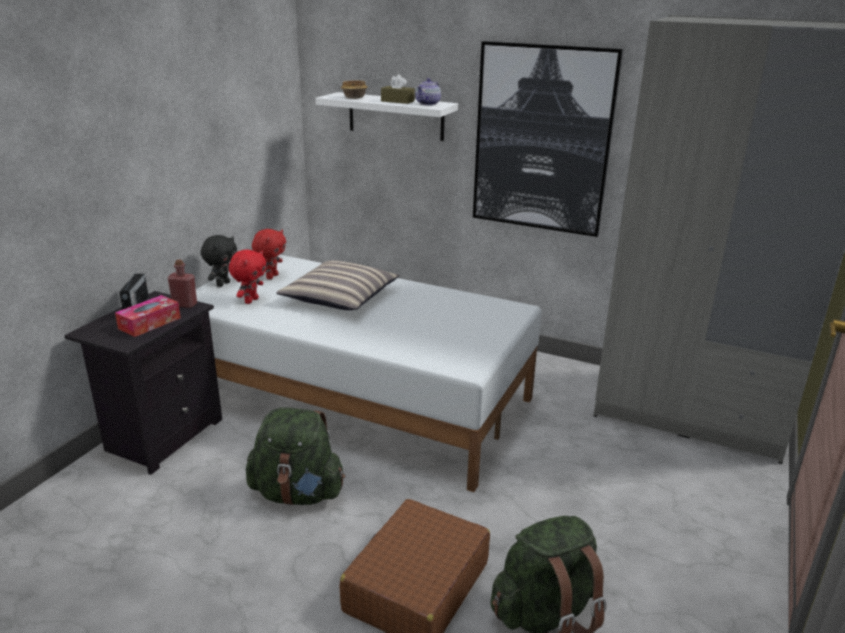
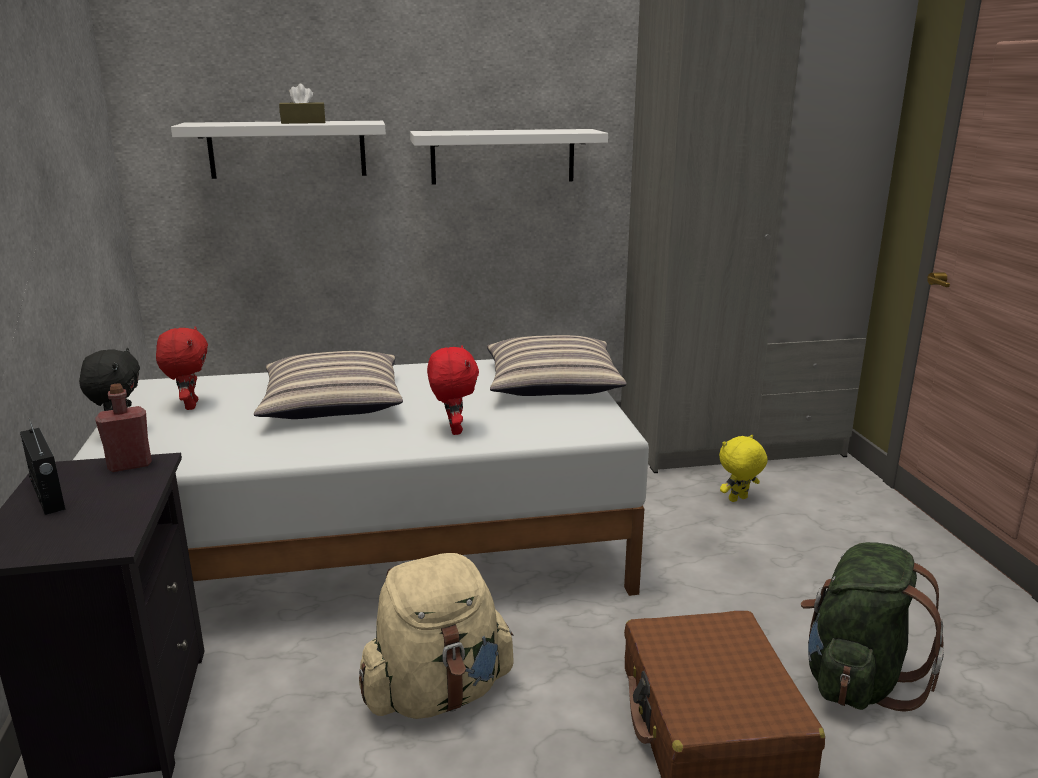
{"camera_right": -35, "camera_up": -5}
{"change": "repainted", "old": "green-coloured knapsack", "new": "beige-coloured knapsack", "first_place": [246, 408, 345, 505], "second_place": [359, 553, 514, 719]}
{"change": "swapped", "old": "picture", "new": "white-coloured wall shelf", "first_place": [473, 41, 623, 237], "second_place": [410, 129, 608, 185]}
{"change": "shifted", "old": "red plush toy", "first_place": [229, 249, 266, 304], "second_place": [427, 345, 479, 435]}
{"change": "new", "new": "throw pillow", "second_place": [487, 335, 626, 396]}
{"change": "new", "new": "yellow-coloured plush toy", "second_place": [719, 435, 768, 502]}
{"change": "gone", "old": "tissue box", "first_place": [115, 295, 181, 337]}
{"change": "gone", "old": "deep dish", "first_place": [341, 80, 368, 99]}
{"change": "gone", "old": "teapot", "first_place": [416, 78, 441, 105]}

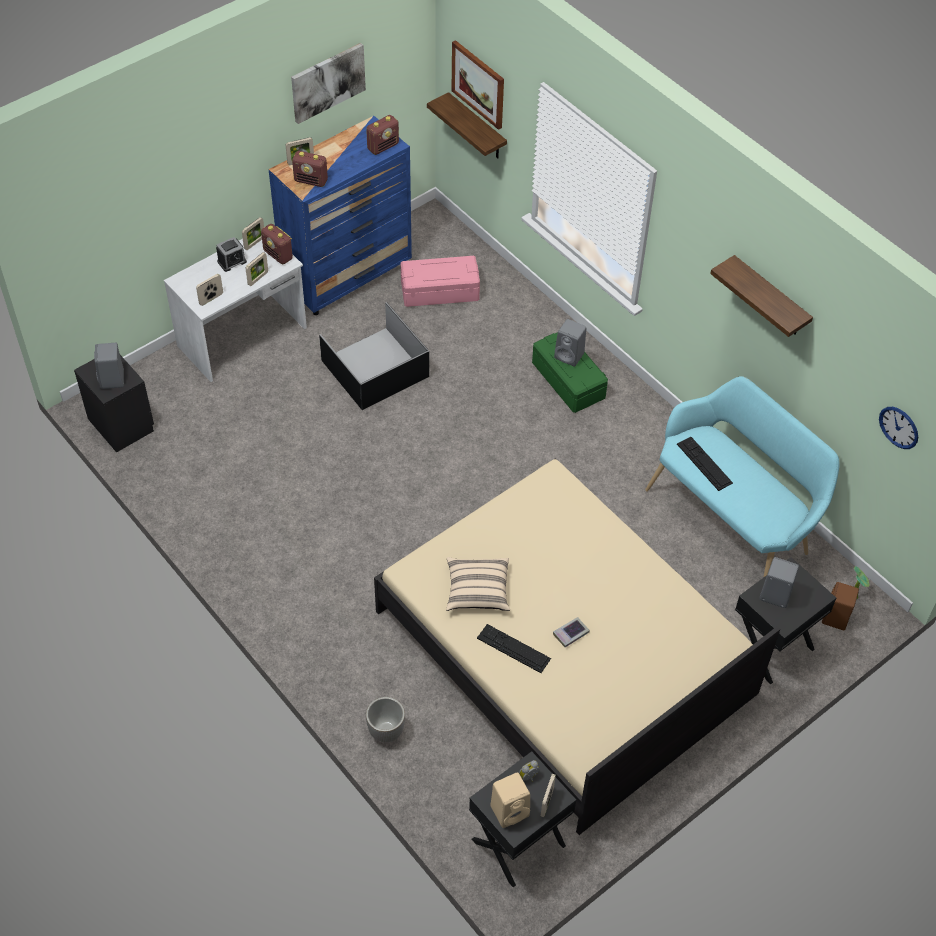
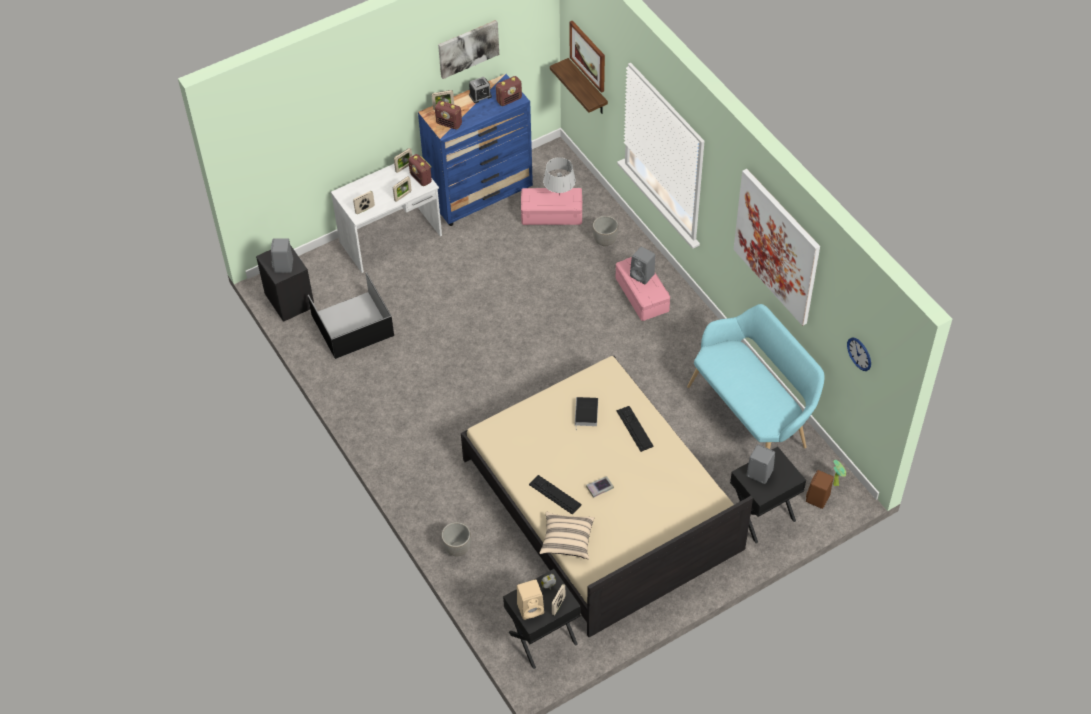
{"camera_right": 10, "camera_up": 0}
{"change": "shifted", "old": "black-coloured storage box", "first_place": [319, 302, 429, 410], "second_place": [308, 272, 394, 359]}
{"change": "shifted", "old": "table clock", "first_place": [216, 237, 247, 272], "second_place": [469, 77, 492, 103]}
{"change": "shifted", "old": "beige-coloured throw pillow", "first_place": [446, 557, 510, 611], "second_place": [539, 512, 594, 559]}
{"change": "new", "new": "gray lamp for a table", "second_place": [543, 157, 576, 196]}
{"change": "new", "new": "bound book", "second_place": [575, 397, 598, 426]}
{"change": "new", "new": "plant pot", "second_place": [593, 216, 619, 246]}
{"change": "repainted", "old": "green-coloured storage box", "new": "pink storage box", "first_place": [532, 332, 608, 413], "second_place": [616, 257, 670, 321]}
{"change": "shifted", "old": "PC keyboard", "first_place": [677, 437, 733, 491], "second_place": [616, 406, 654, 452]}
{"change": "swapped", "old": "wall shelf", "new": "picture", "first_place": [710, 255, 813, 337], "second_place": [733, 169, 820, 326]}

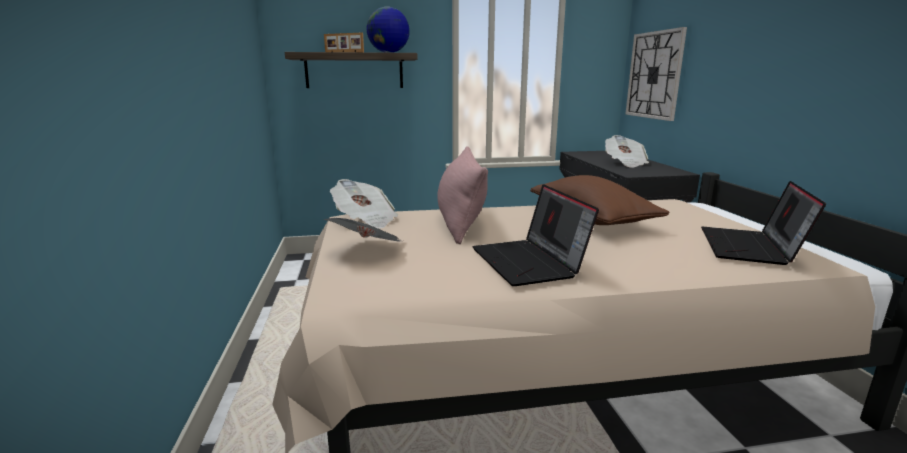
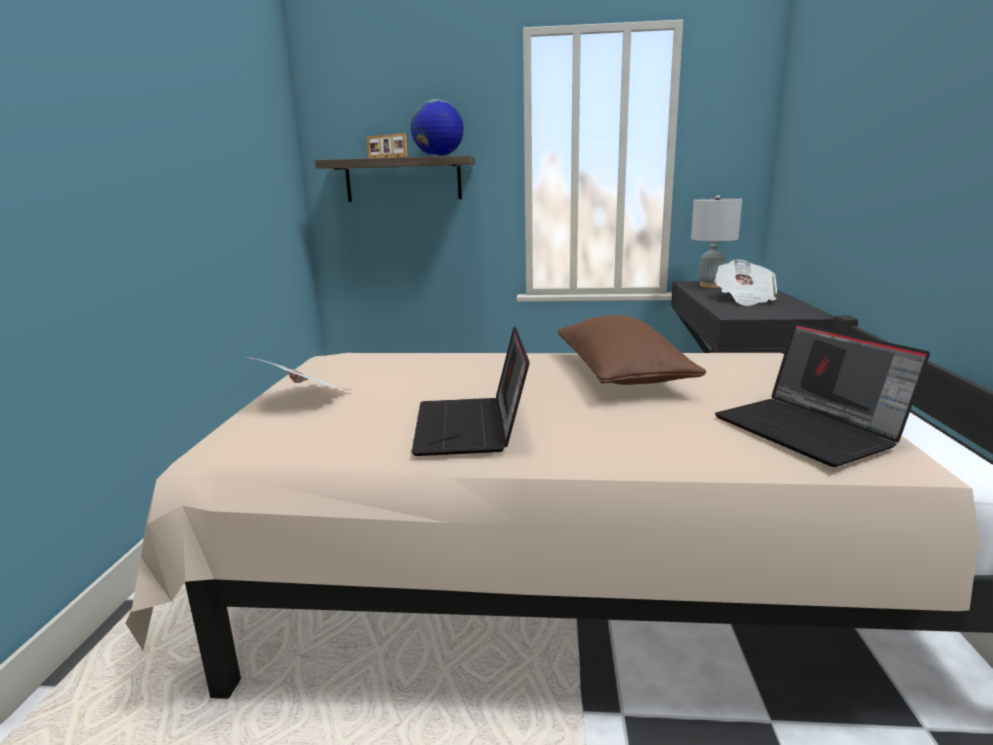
{"camera_right": 15, "camera_up": 0}
{"change": "new", "new": "gray lamp for a table", "second_place": [691, 195, 742, 288]}
{"change": "rotated", "old": "notebook computer", "first_place": [701, 181, 826, 265], "second_place": [715, 323, 930, 467], "degrees": -60}
{"change": "gone", "old": "newspaper", "first_place": [330, 179, 398, 229]}
{"change": "gone", "old": "pink throw pillow", "first_place": [437, 146, 488, 244]}
{"change": "gone", "old": "wall clock", "first_place": [625, 27, 687, 121]}

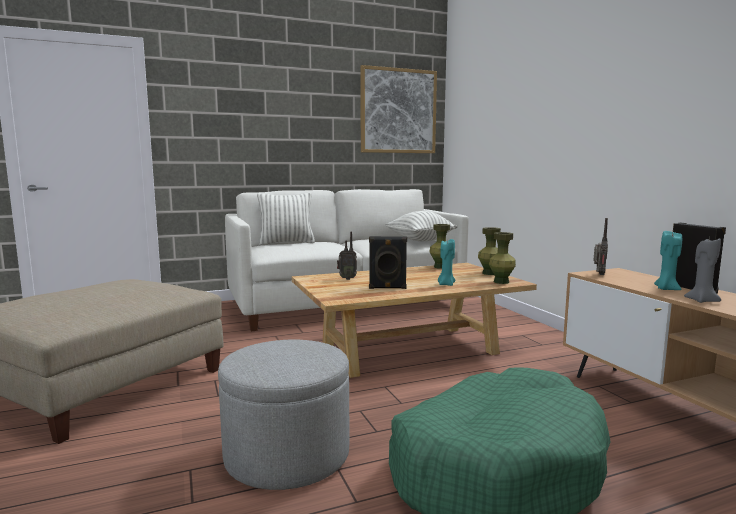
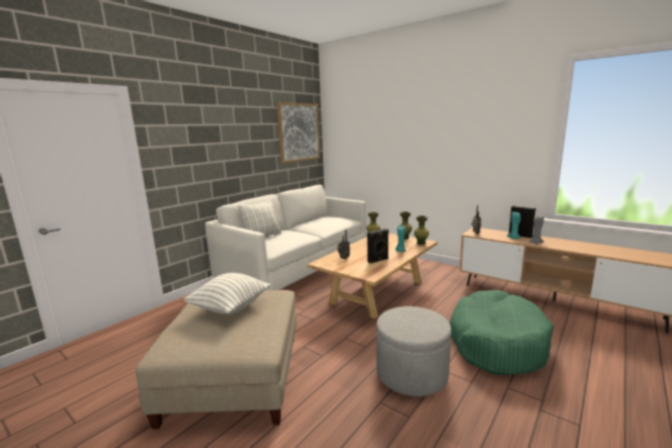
{"camera_right": -30, "camera_up": 5}
{"change": "shifted", "old": "throw pillow", "first_place": [385, 211, 457, 241], "second_place": [183, 273, 271, 314]}

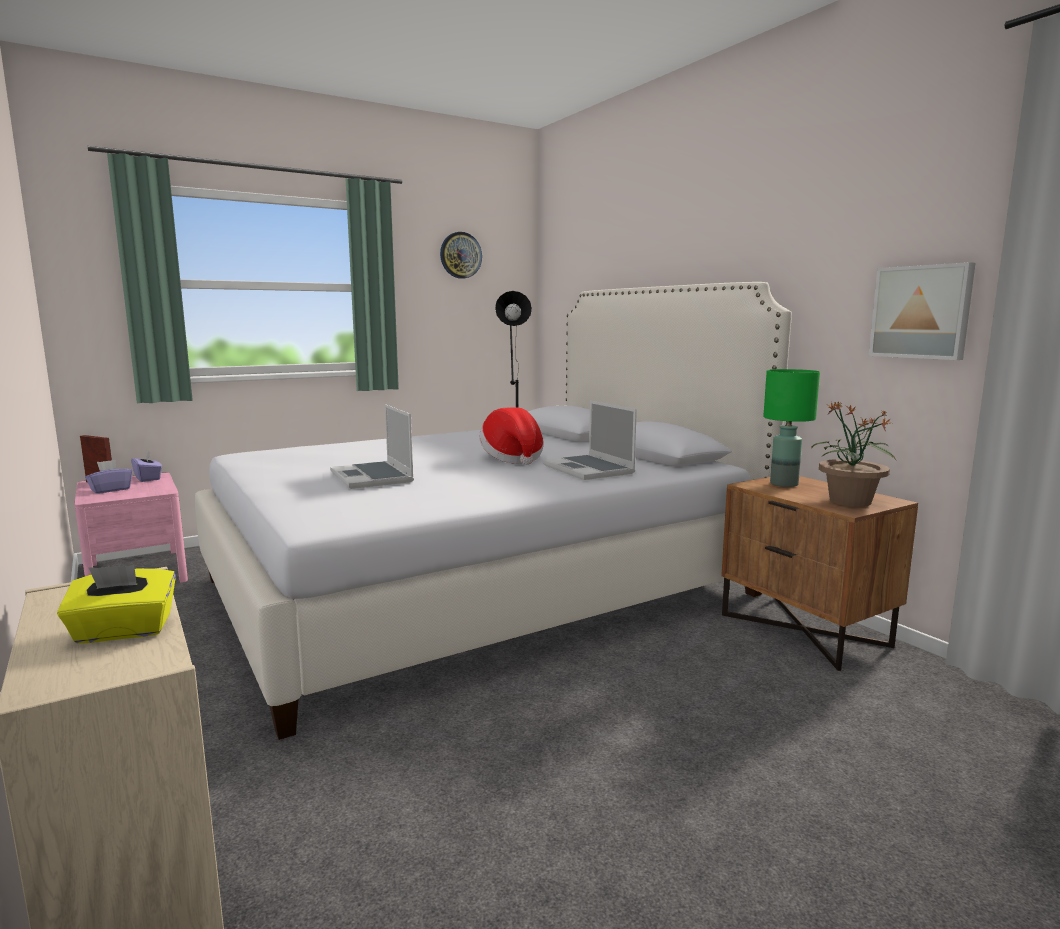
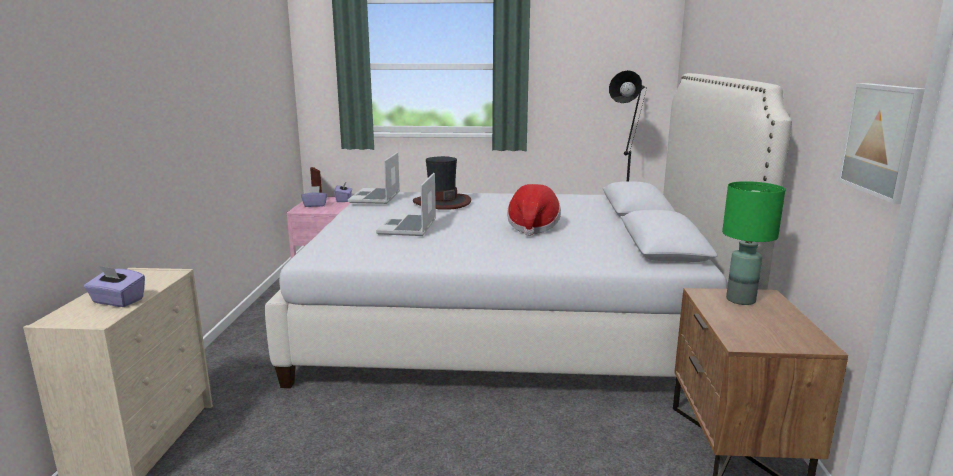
{"camera_right": 35, "camera_up": 5}
{"change": "repainted", "old": "yellow-coloured tissue box", "new": "purplish tissue box", "first_place": [57, 565, 176, 644], "second_place": [84, 266, 145, 307]}
{"change": "shifted", "old": "notebook computer", "first_place": [542, 401, 637, 480], "second_place": [348, 152, 400, 204]}
{"change": "new", "new": "clothing hat", "second_place": [413, 156, 471, 210]}
{"change": "gone", "old": "wall clock", "first_place": [440, 232, 482, 279]}
{"change": "gone", "old": "houseplant", "first_place": [811, 401, 897, 507]}

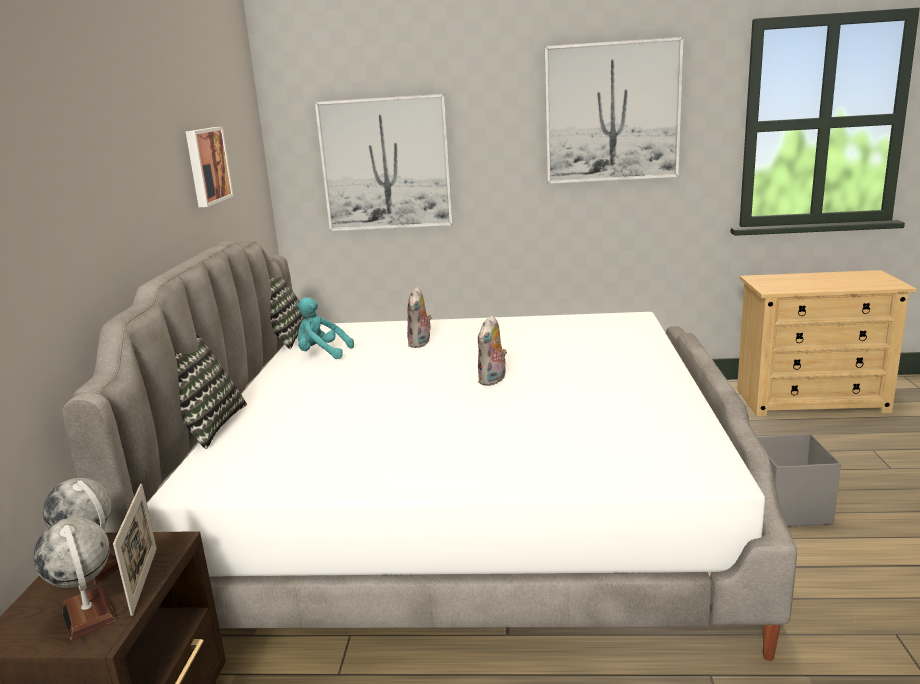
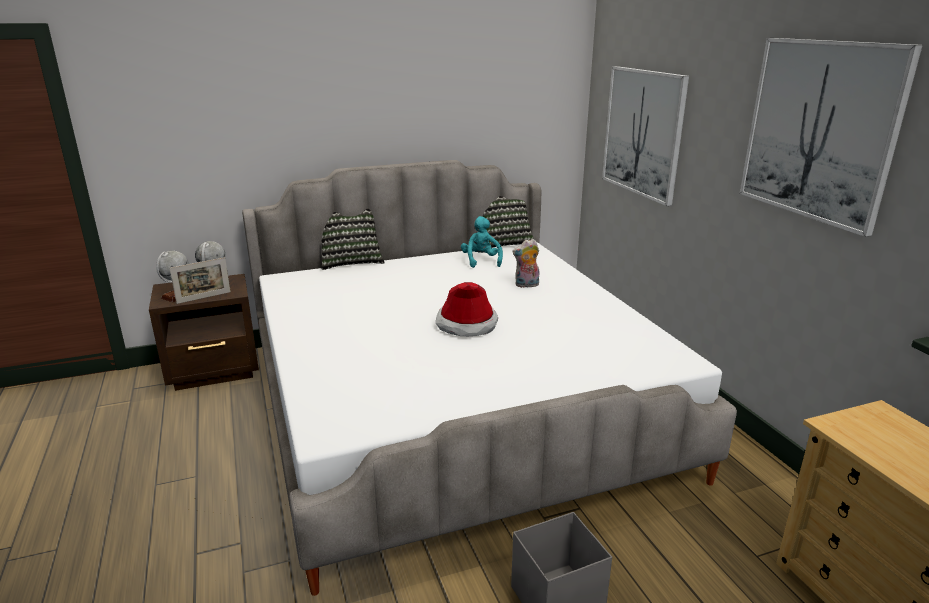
{"camera_right": 65, "camera_up": 5}
{"change": "swapped", "old": "plush toy", "new": "clothing hat", "first_place": [478, 315, 507, 386], "second_place": [436, 282, 498, 336]}
{"change": "gone", "old": "picture", "first_place": [186, 127, 234, 207]}

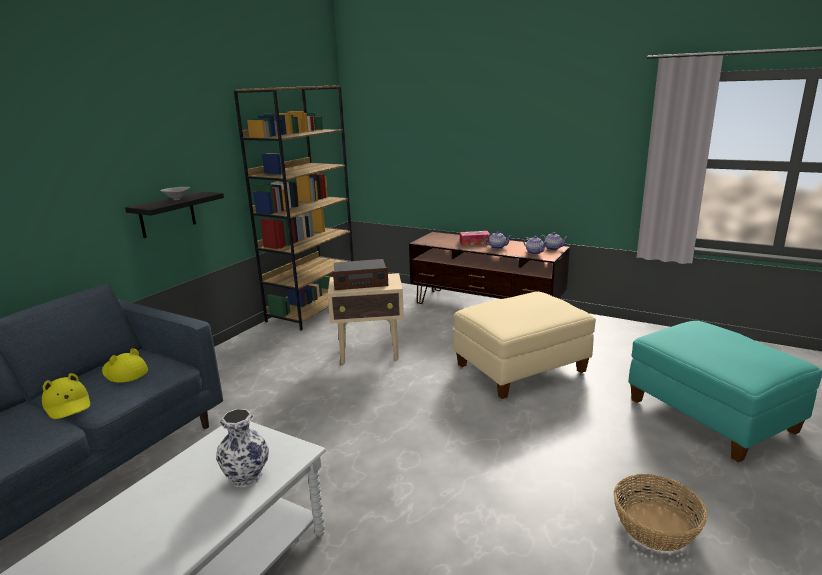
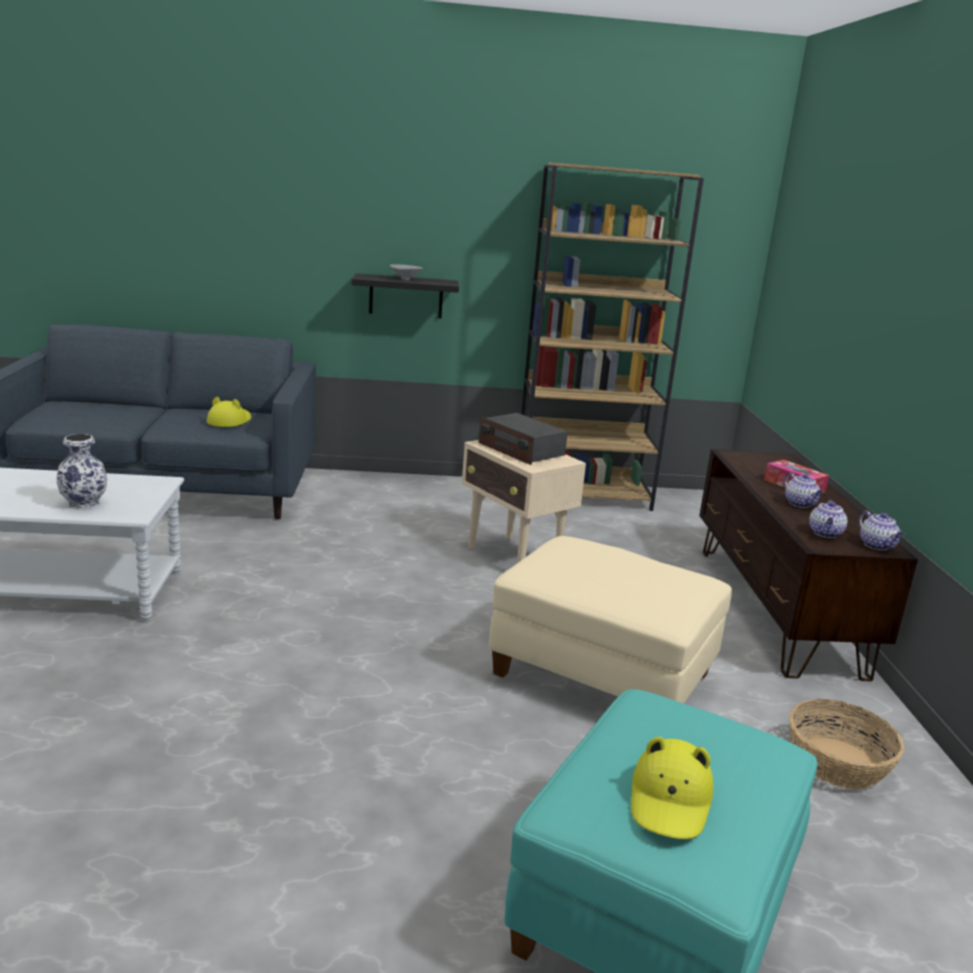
{"camera_right": 55, "camera_up": 0}
{"change": "shifted", "old": "yellow-coloured clothing hat", "first_place": [42, 373, 90, 419], "second_place": [631, 737, 713, 839]}
{"change": "shifted", "old": "storage basket", "first_place": [614, 474, 708, 551], "second_place": [789, 699, 904, 789]}

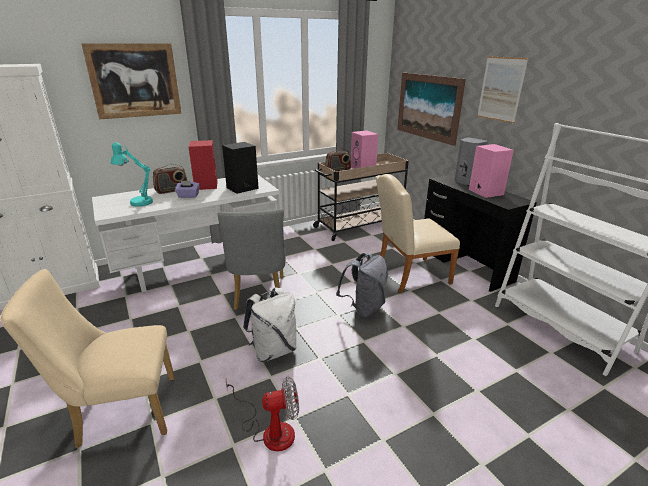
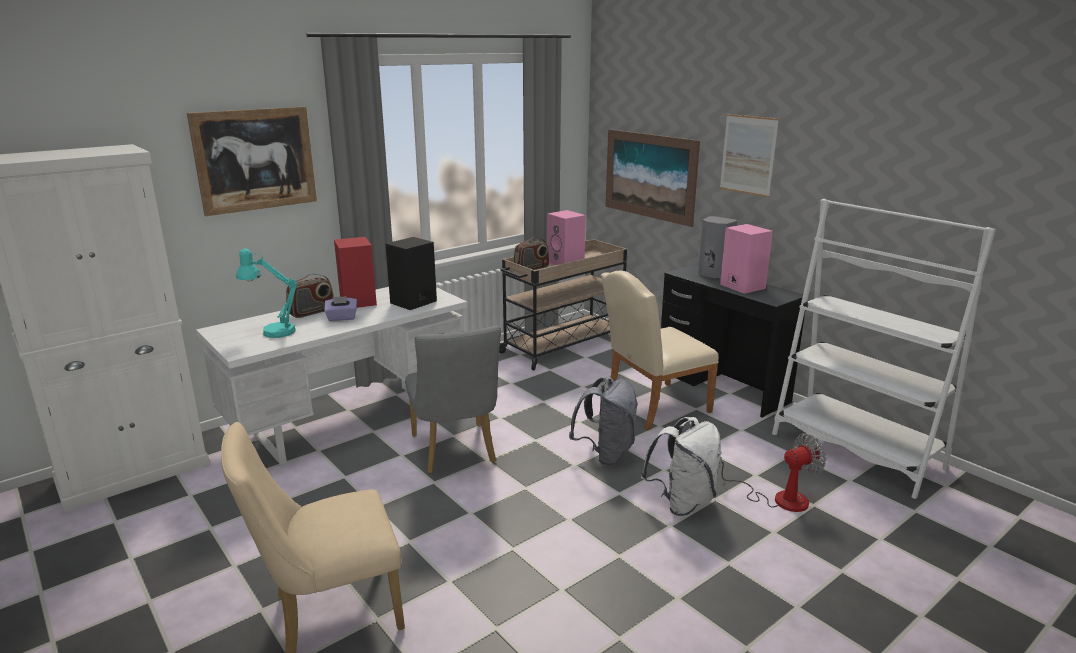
{"camera_right": -10, "camera_up": -5}
{"change": "shifted", "old": "white-coloured knapsack", "first_place": [243, 287, 297, 362], "second_place": [641, 417, 721, 516]}
{"change": "shifted", "old": "electric fan", "first_place": [226, 377, 299, 451], "second_place": [718, 433, 826, 512]}

